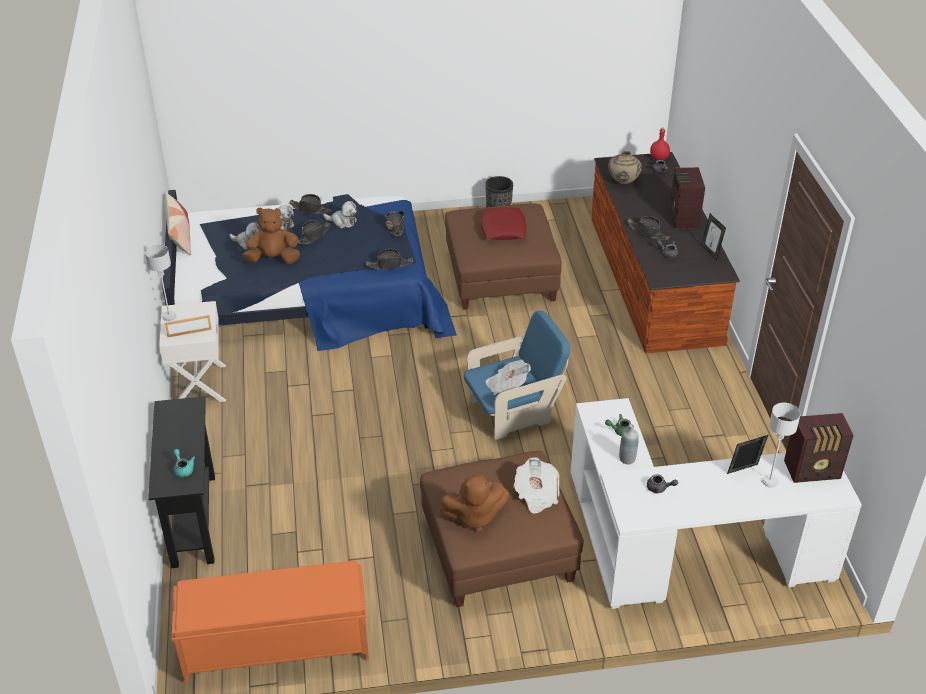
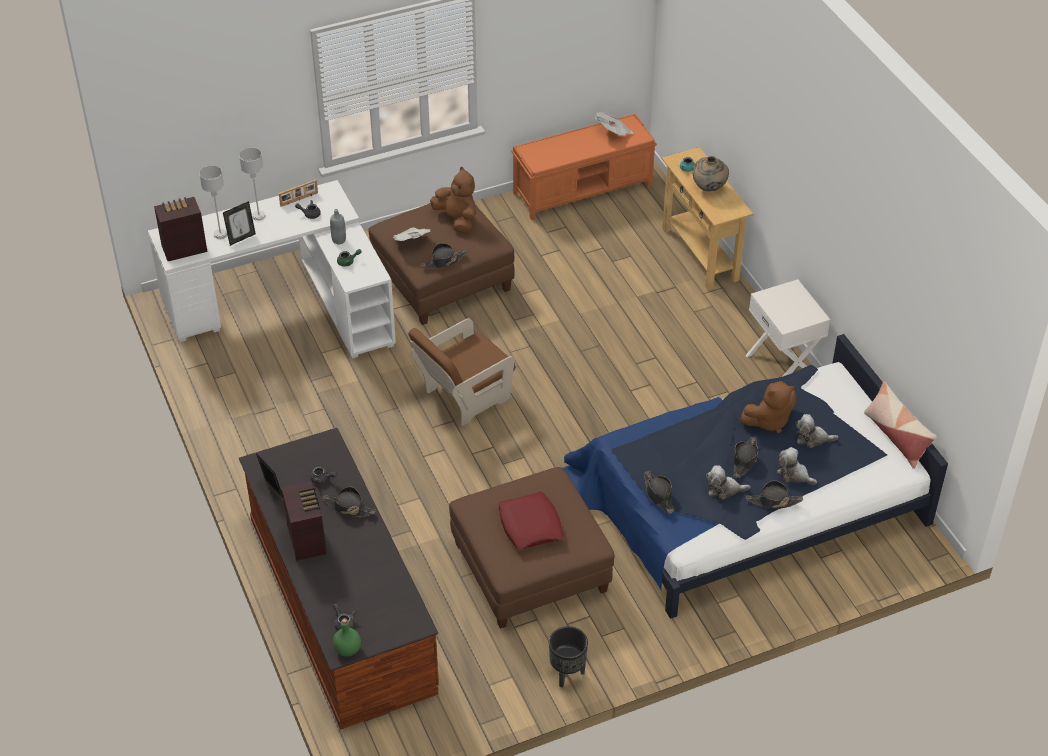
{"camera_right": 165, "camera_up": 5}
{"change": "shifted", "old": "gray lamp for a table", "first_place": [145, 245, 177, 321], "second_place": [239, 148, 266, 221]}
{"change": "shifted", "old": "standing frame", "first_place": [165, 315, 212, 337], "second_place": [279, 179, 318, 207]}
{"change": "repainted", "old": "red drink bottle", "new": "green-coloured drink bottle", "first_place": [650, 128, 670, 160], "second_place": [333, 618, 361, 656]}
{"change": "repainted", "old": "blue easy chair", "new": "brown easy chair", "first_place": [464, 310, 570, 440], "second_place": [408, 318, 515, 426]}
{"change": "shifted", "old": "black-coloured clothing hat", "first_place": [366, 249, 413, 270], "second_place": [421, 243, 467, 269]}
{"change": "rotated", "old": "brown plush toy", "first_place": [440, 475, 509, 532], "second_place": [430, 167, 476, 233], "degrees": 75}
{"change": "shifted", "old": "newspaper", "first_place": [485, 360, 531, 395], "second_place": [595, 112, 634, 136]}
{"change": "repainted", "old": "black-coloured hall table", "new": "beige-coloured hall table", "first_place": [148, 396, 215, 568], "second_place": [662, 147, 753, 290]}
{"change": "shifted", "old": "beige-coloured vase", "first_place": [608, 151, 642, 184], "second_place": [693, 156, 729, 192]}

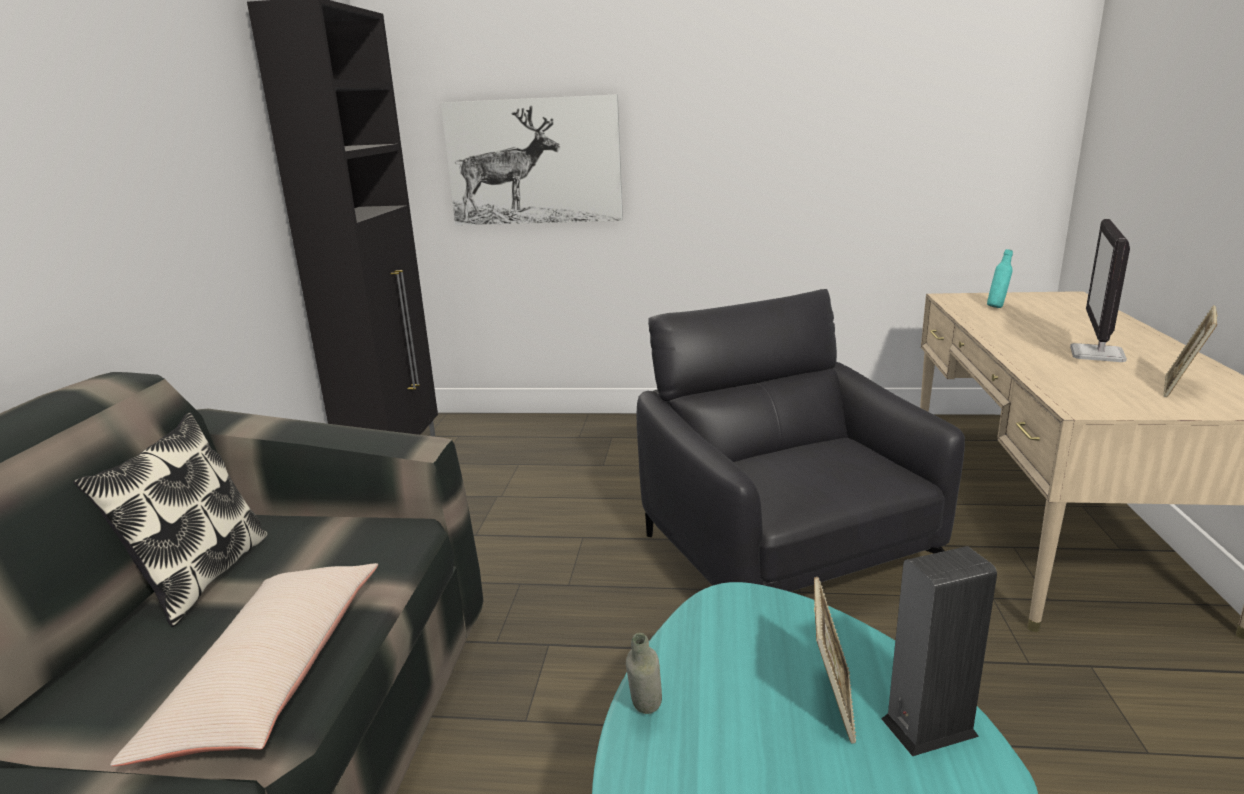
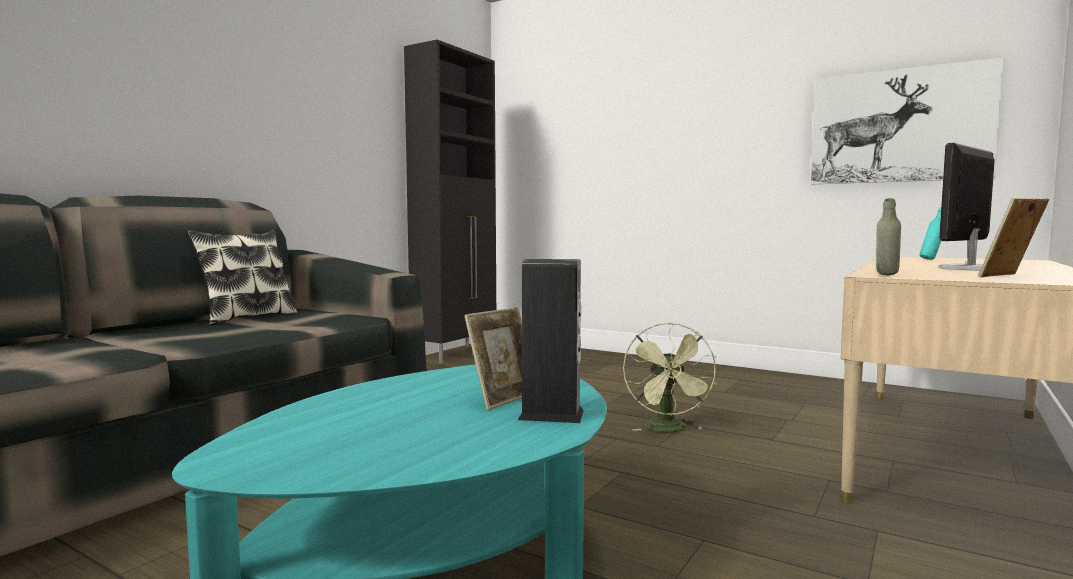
{"camera_right": 25, "camera_up": -15}
{"change": "swapped", "old": "black-coloured easy chair", "new": "green-coloured electric fan", "first_place": [636, 289, 965, 592], "second_place": [623, 322, 717, 432]}
{"change": "shifted", "old": "picture", "first_place": [441, 94, 623, 225], "second_place": [811, 57, 1005, 184]}
{"change": "shifted", "old": "gray drink bottle", "first_place": [626, 633, 662, 714], "second_place": [876, 198, 901, 275]}
{"change": "gone", "old": "beige-coloured throw pillow", "first_place": [110, 563, 378, 766]}

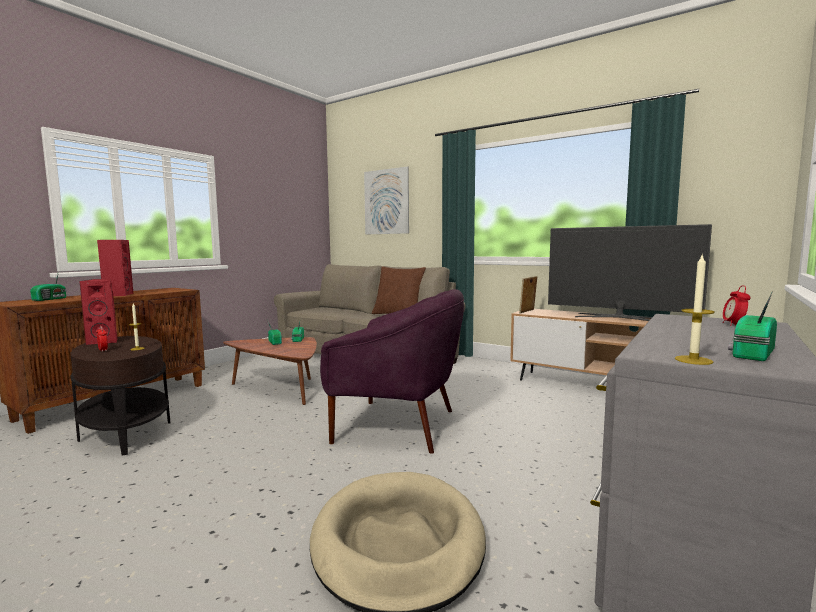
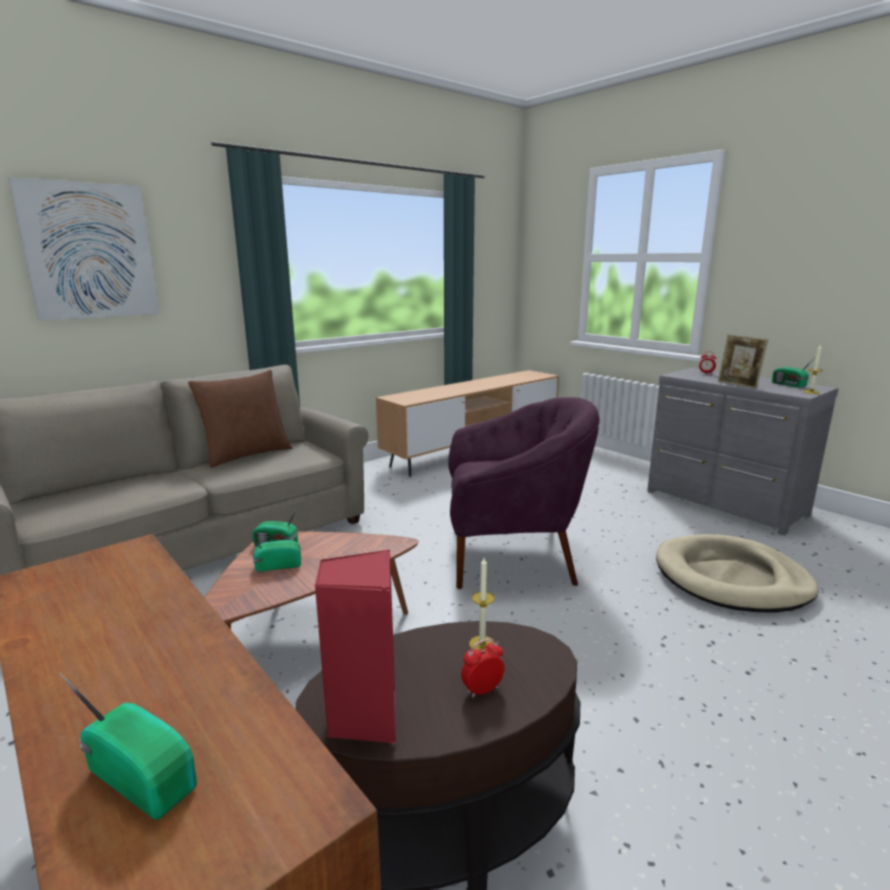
{"camera_right": -75, "camera_up": 10}
{"change": "rotated", "old": "purplish easy chair", "first_place": [320, 289, 464, 454], "second_place": [448, 397, 600, 589], "degrees": 60}
{"change": "shifted", "old": "standing frame", "first_place": [519, 276, 537, 313], "second_place": [718, 334, 768, 389]}
{"change": "gone", "old": "red speaker", "first_place": [97, 240, 133, 296]}
{"change": "gone", "old": "TV", "first_place": [548, 224, 712, 321]}

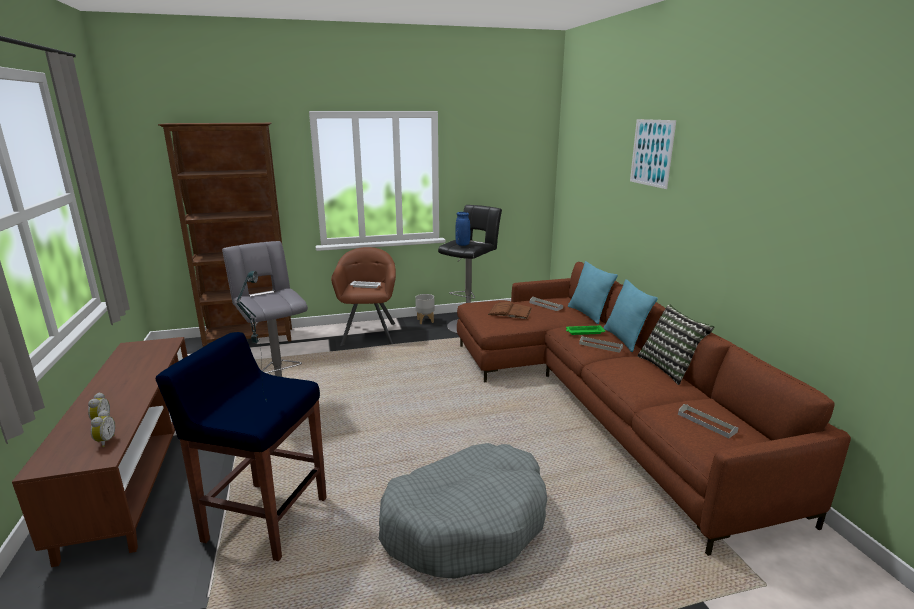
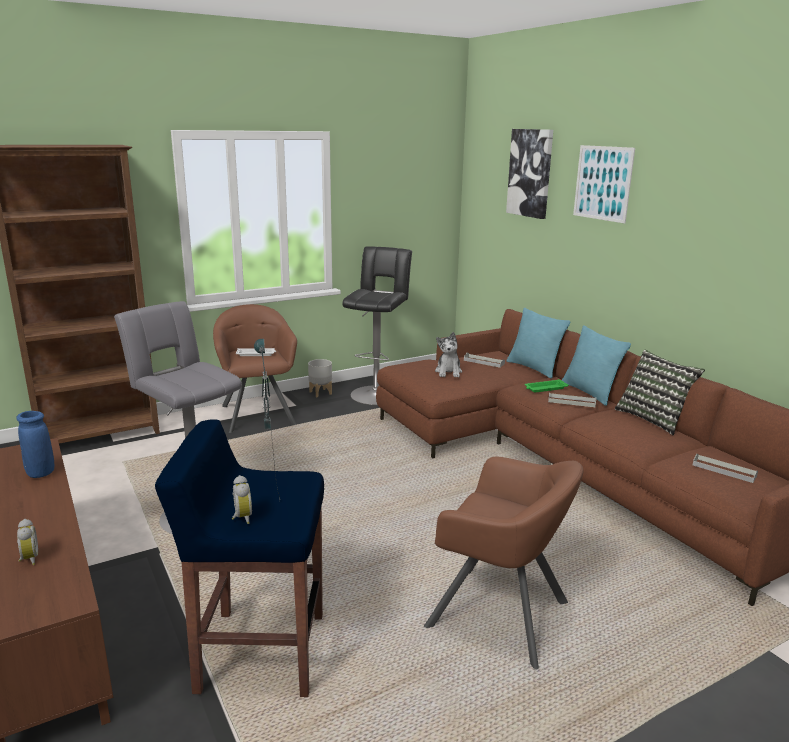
{"camera_right": -15, "camera_up": 0}
{"change": "shifted", "old": "blue vase", "first_place": [455, 212, 470, 246], "second_place": [16, 411, 54, 478]}
{"change": "shifted", "old": "table clock", "first_place": [91, 410, 115, 447], "second_place": [232, 475, 252, 524]}
{"change": "swapped", "old": "gray dog cushion", "new": "brown easy chair", "first_place": [378, 443, 547, 579], "second_place": [424, 457, 584, 669]}
{"change": "swapped", "old": "brown bound book", "new": "plush toy", "first_place": [488, 302, 532, 319], "second_place": [435, 332, 462, 377]}
{"change": "new", "new": "picture", "second_place": [506, 129, 553, 219]}

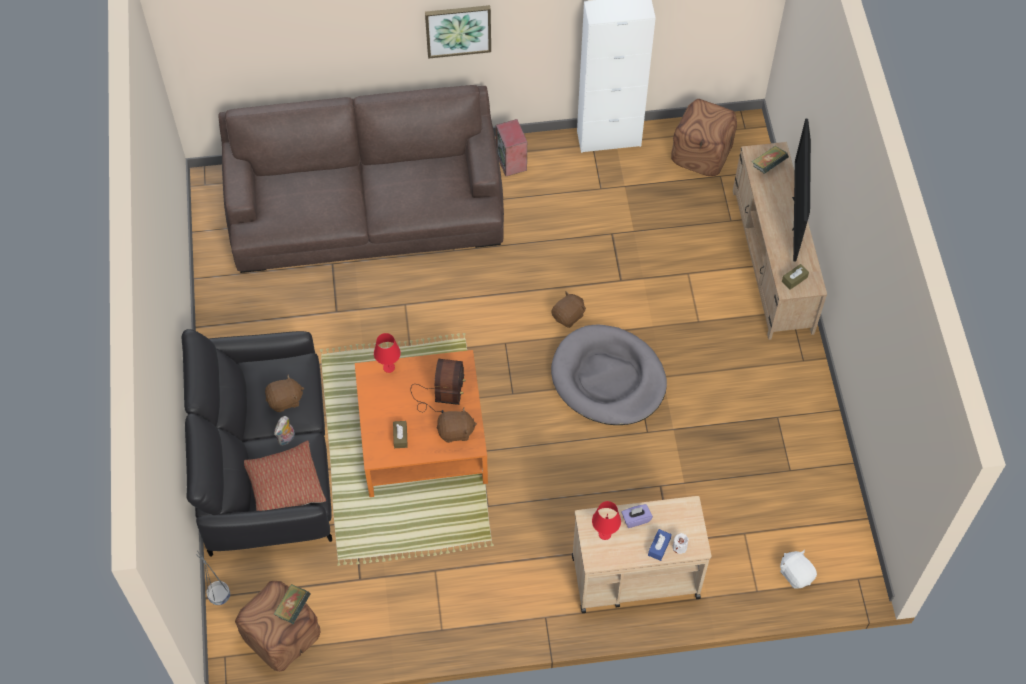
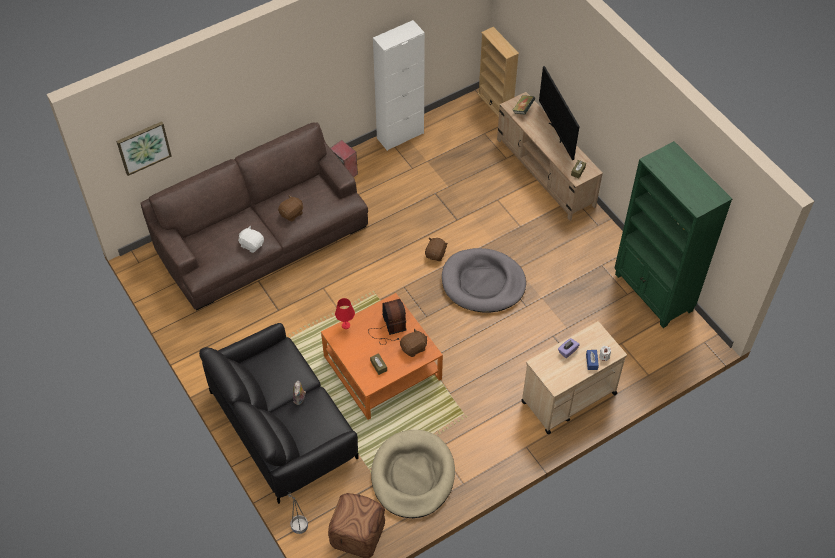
{"camera_right": -25, "camera_up": -5}
{"change": "shifted", "old": "picture", "first_place": [425, 5, 491, 59], "second_place": [116, 121, 172, 176]}
{"change": "shifted", "old": "white-coloured plush toy", "first_place": [780, 550, 817, 588], "second_place": [238, 226, 264, 253]}
{"change": "shifted", "old": "brown plush toy", "first_place": [265, 374, 304, 412], "second_place": [278, 195, 303, 222]}
{"change": "new", "new": "beige-coloured dog cushion", "second_place": [371, 430, 455, 518]}
{"change": "new", "new": "beige-coloured shelving unit", "second_place": [478, 27, 519, 117]}
{"change": "new", "new": "green-coloured shelving unit", "second_place": [614, 141, 732, 328]}
{"change": "gone", "old": "throw pillow", "first_place": [244, 441, 326, 511]}
{"change": "gone", "old": "bound book", "first_place": [274, 584, 311, 624]}
{"change": "gone", "old": "red lamp for a table", "first_place": [592, 501, 621, 540]}
{"change": "gone", "old": "brown pouffe", "first_place": [671, 99, 737, 176]}

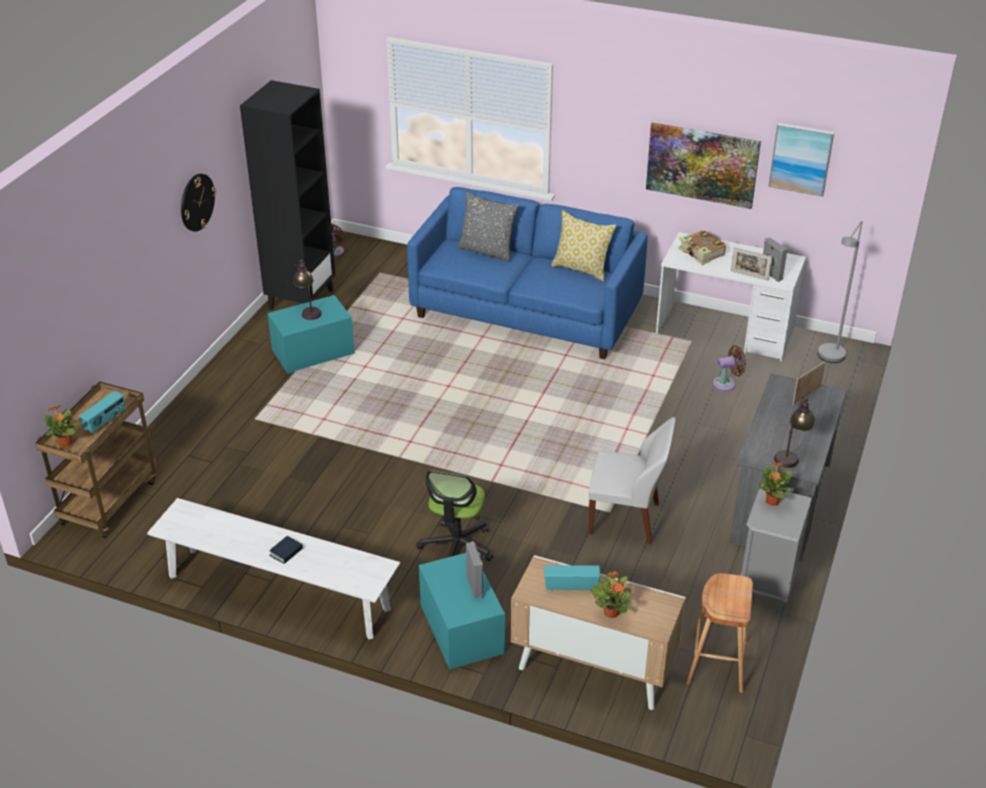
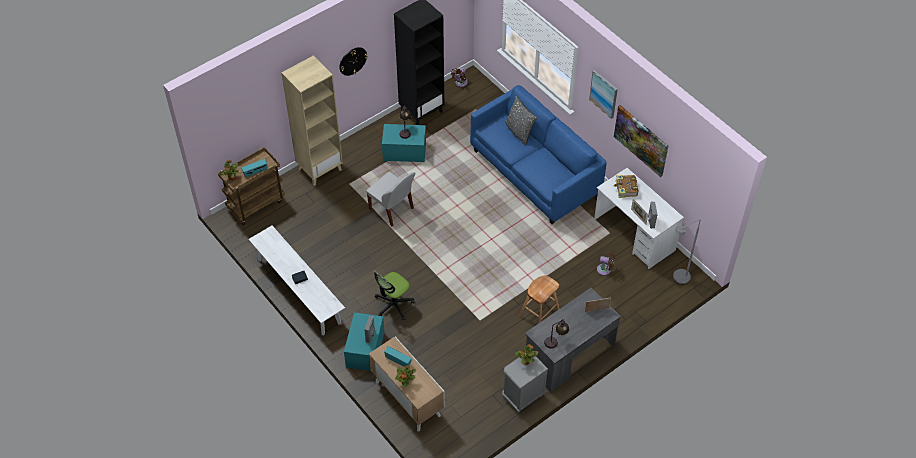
{"camera_right": 30, "camera_up": 15}
{"change": "new", "new": "beige-coloured shelving unit", "second_place": [281, 56, 343, 186]}
{"change": "shifted", "old": "white-coloured plain chair", "first_place": [588, 417, 676, 544], "second_place": [366, 172, 415, 226]}
{"change": "shifted", "old": "brown sitting stool", "first_place": [686, 573, 753, 693], "second_place": [519, 275, 560, 323]}
{"change": "shifted", "old": "picture", "first_place": [768, 123, 834, 197], "second_place": [589, 70, 618, 119]}
{"change": "gone", "old": "throw pillow", "first_place": [551, 210, 616, 282]}

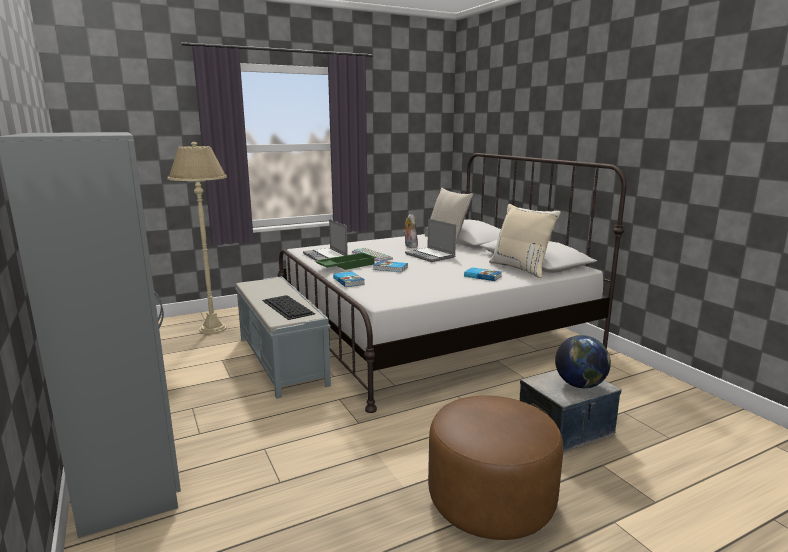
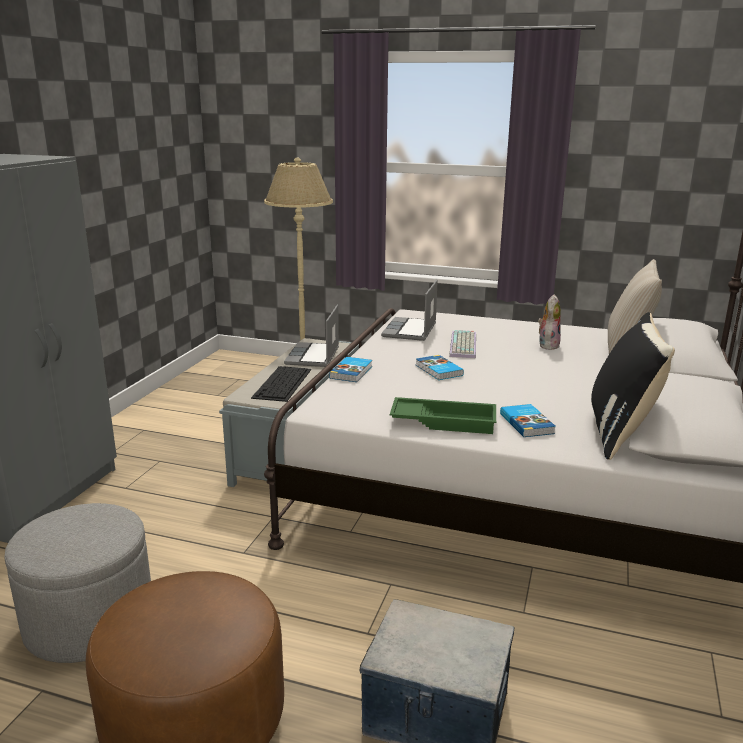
{"camera_right": 45, "camera_up": 5}
{"change": "new", "new": "gray pouffe", "second_place": [4, 503, 151, 663]}
{"change": "shifted", "old": "notebook computer", "first_place": [405, 219, 456, 262], "second_place": [284, 304, 339, 367]}
{"change": "shifted", "old": "green-coloured carrying tray", "first_place": [315, 253, 376, 270], "second_place": [390, 397, 496, 434]}
{"change": "repainted", "old": "beige-coloured throw pillow", "new": "black-coloured throw pillow", "first_place": [489, 204, 561, 278], "second_place": [591, 312, 675, 460]}
{"change": "gone", "old": "globe", "first_place": [555, 335, 611, 388]}

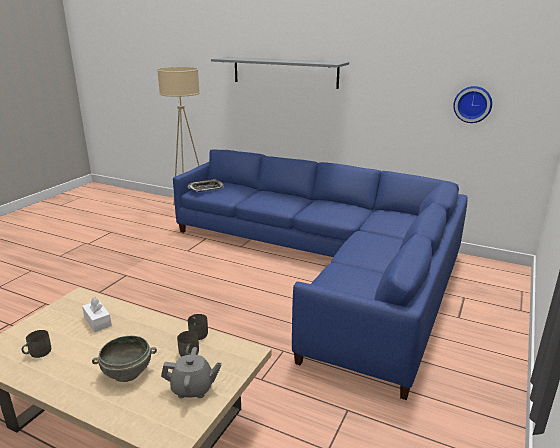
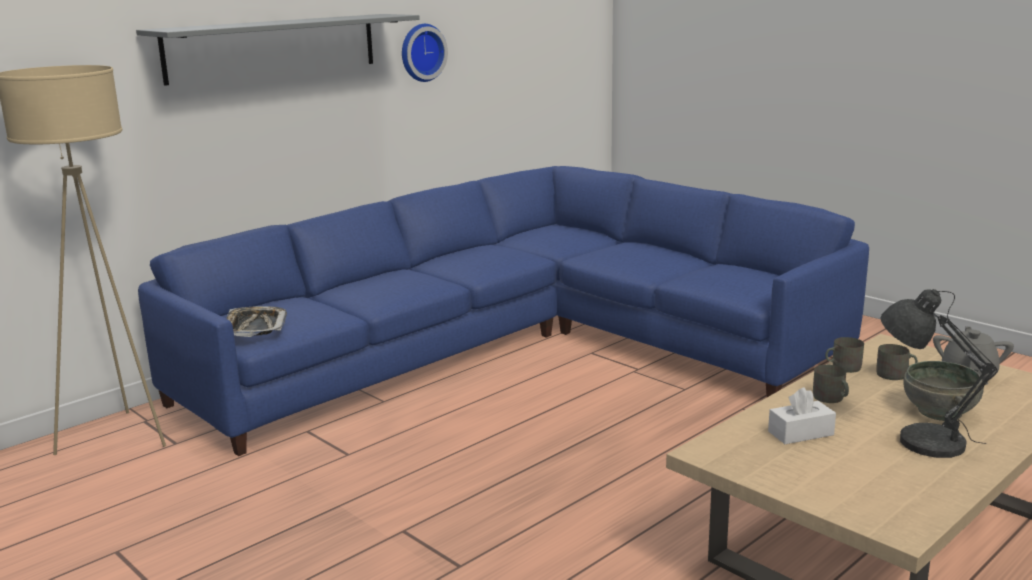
{"camera_right": -70, "camera_up": -5}
{"change": "shifted", "old": "wall clock", "first_place": [453, 86, 492, 123], "second_place": [402, 24, 448, 82]}
{"change": "shifted", "old": "gray coffee mug", "first_place": [21, 330, 51, 358], "second_place": [813, 365, 849, 403]}
{"change": "new", "new": "gray lamp for a table", "second_place": [880, 289, 998, 458]}

